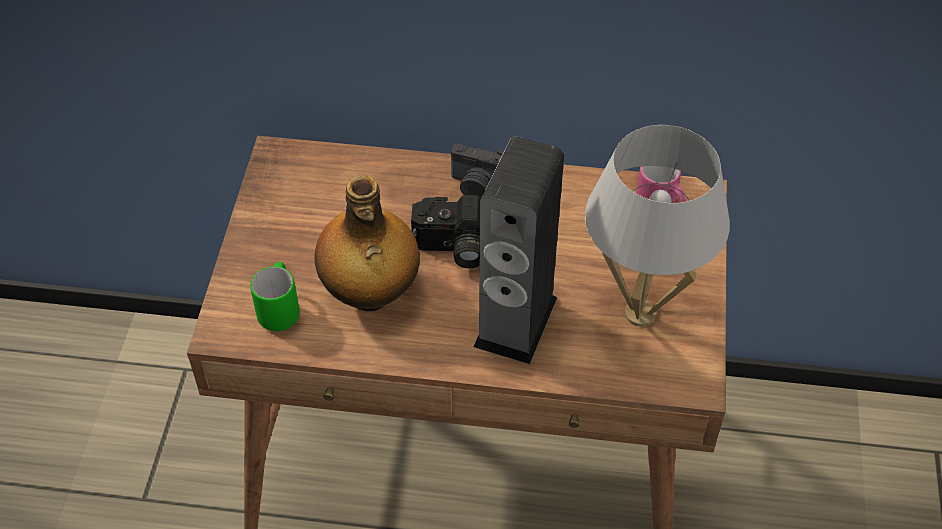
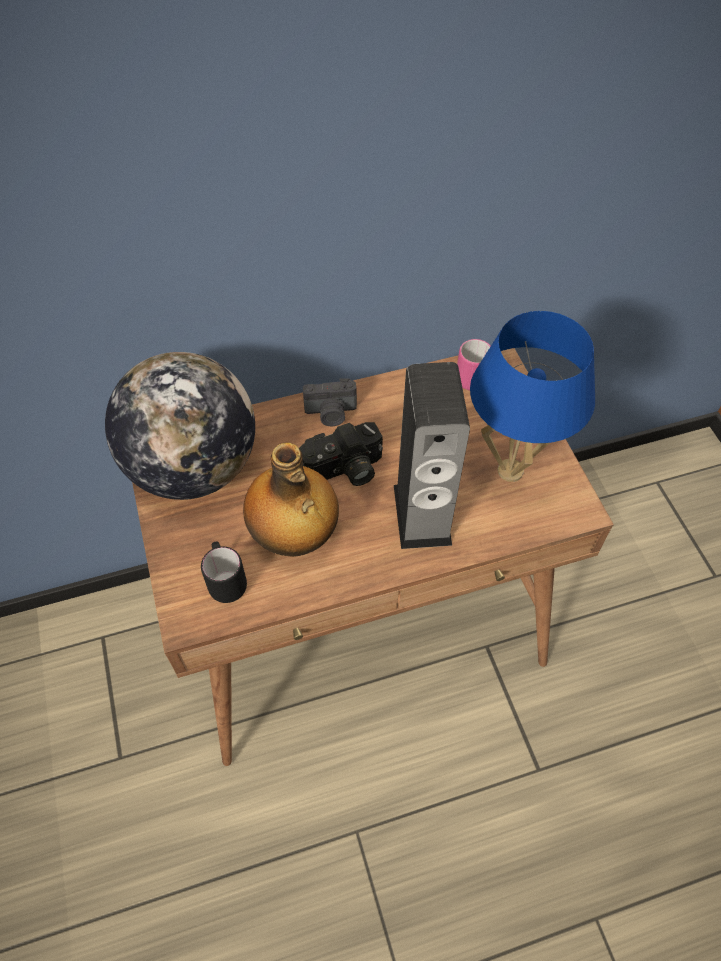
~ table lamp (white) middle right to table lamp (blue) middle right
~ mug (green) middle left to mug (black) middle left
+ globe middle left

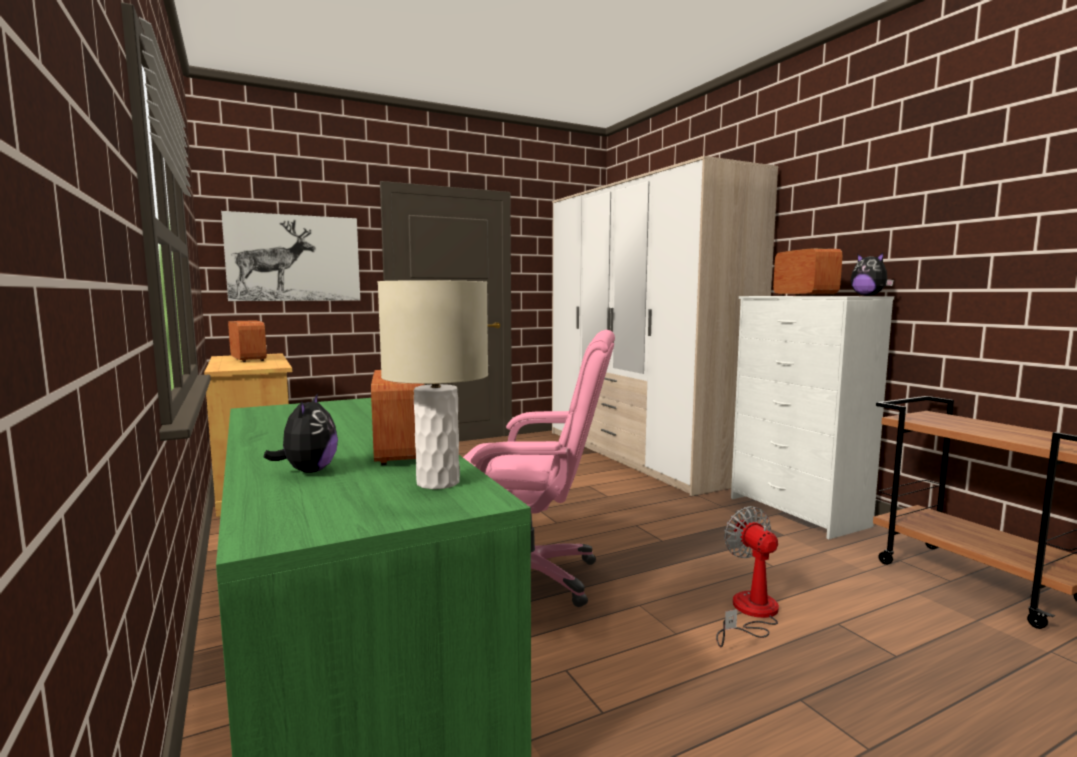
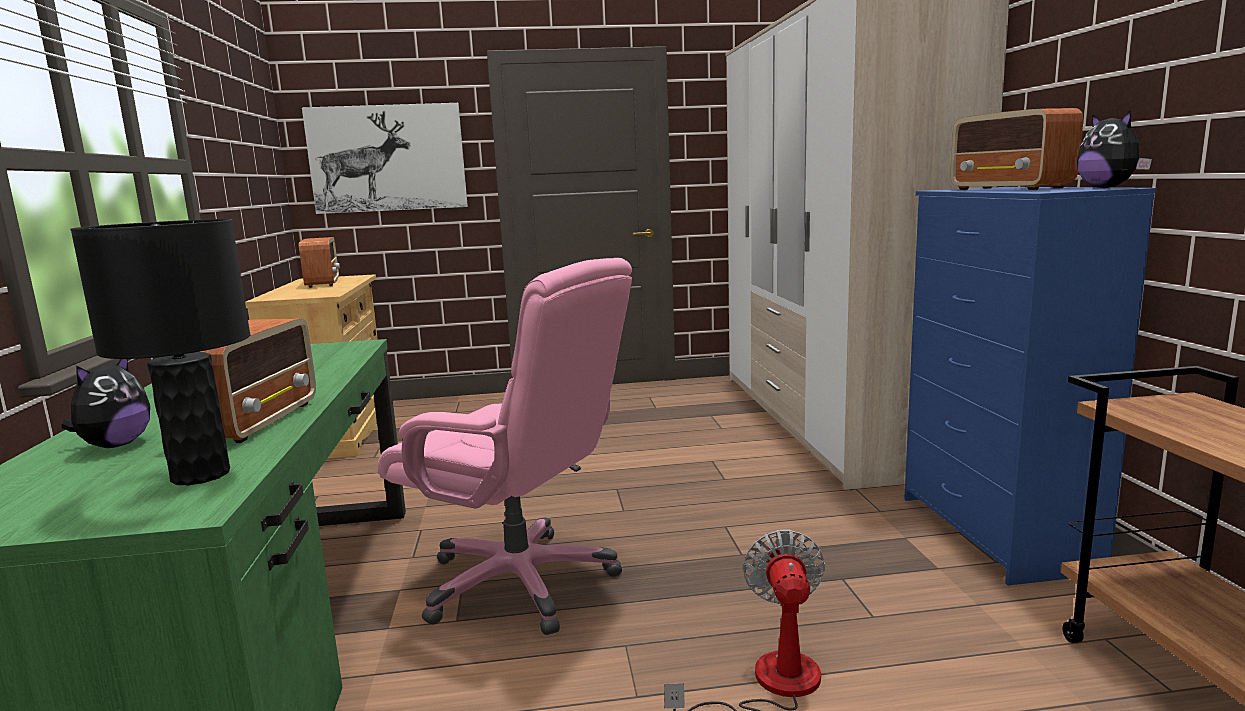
~ radio (3rd from left) middle right = top right 150 degrees clockwise
~ table lamp (beige) centre to table lamp (black) middle left
~ dresser (white) middle right to dresser (blue) middle right

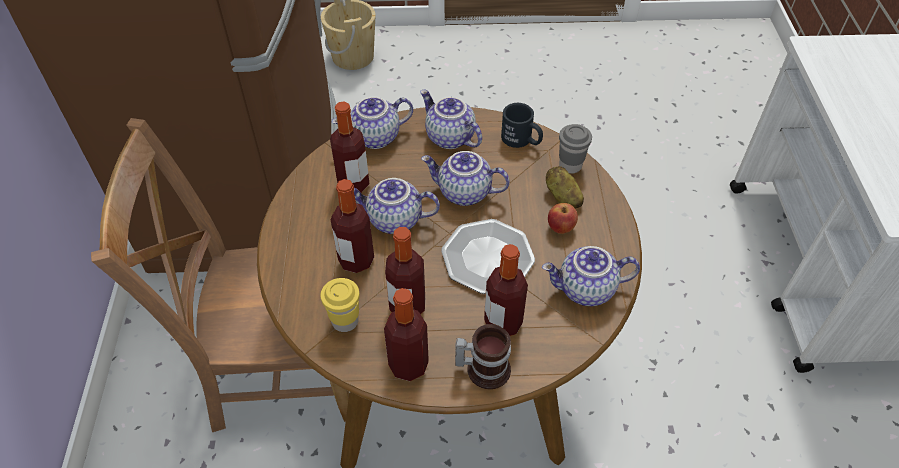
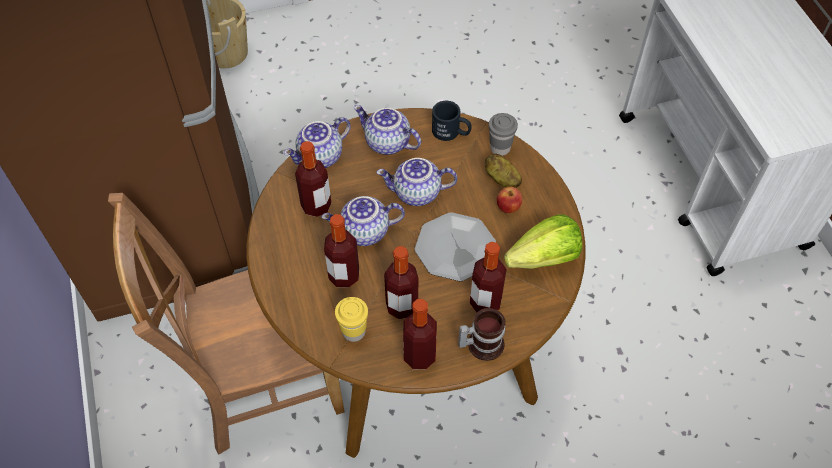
~ teapot (5th from left) centre to lettuce centre

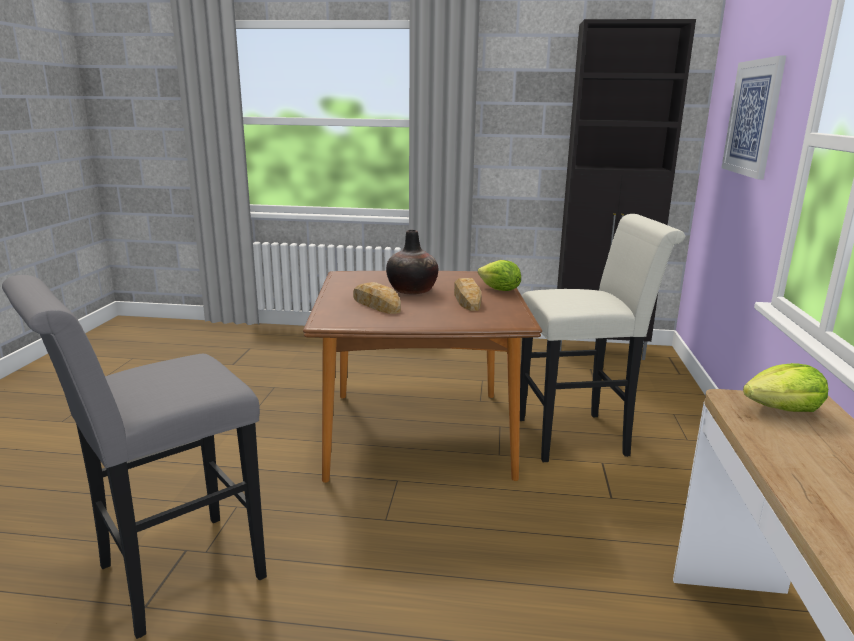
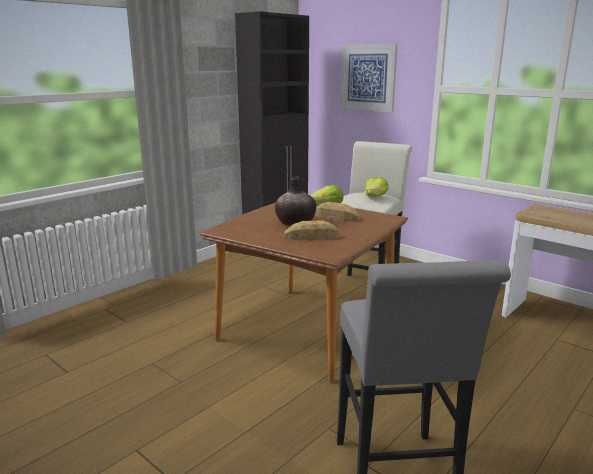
~ lettuce (2nd from left) middle right to centre

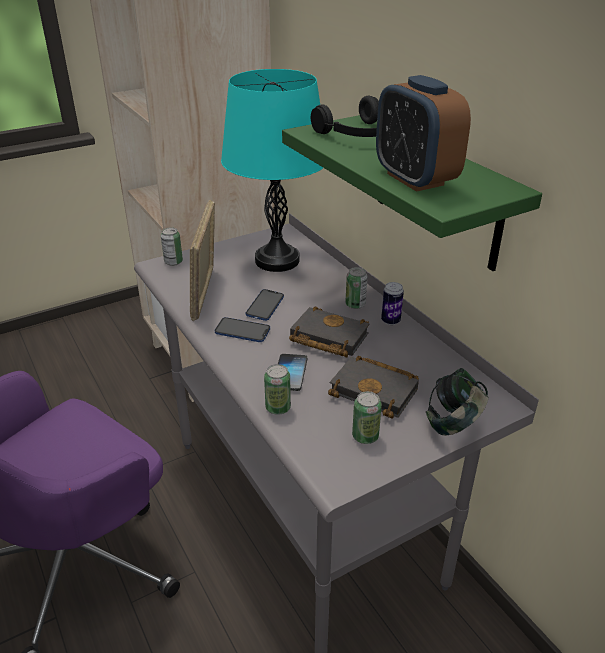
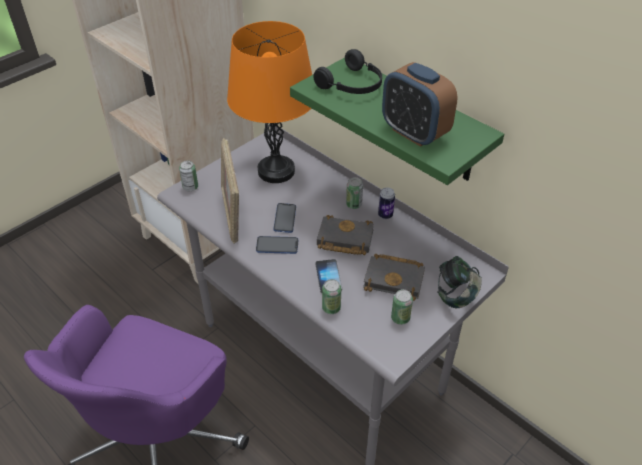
~ table lamp (turquoise) top centre to table lamp (orange) top centre

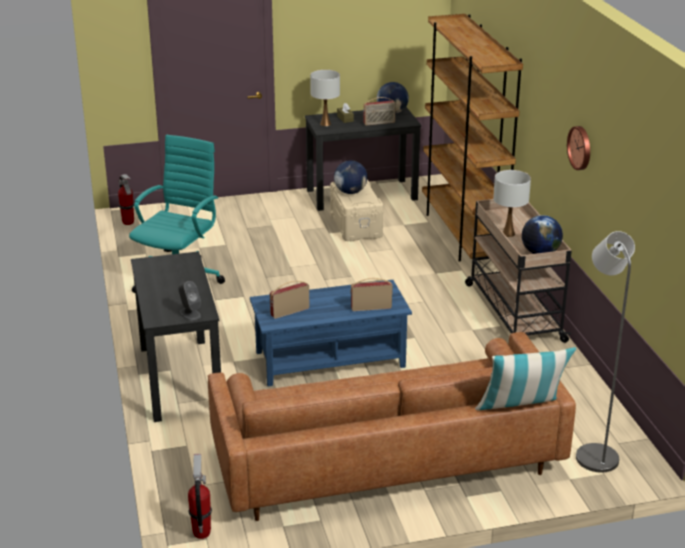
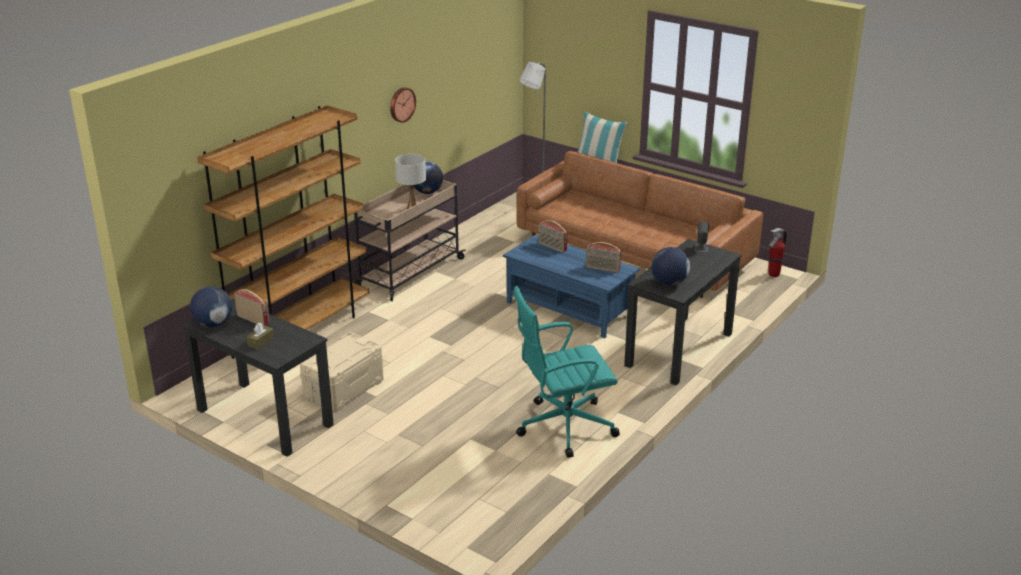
- table lamp (white) (1st from left) top centre
~ globe (1st from left in the first image) top centre to globe (3rd from left) centre
- fire extinguisher (1st from left) middle left

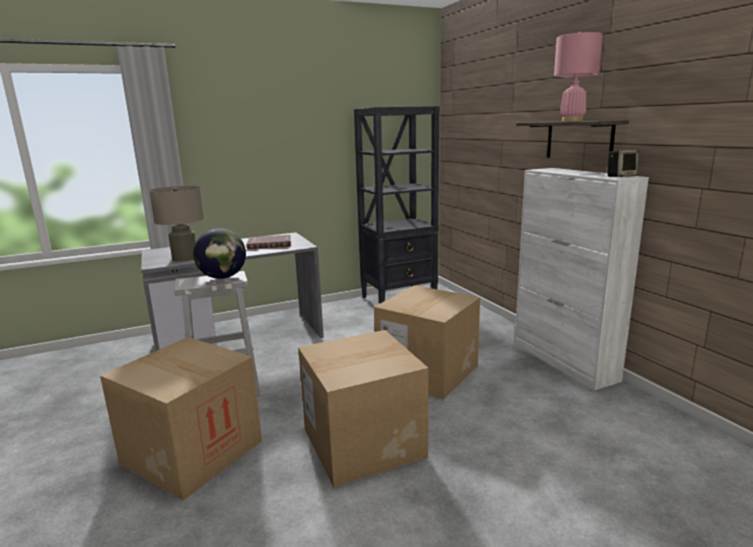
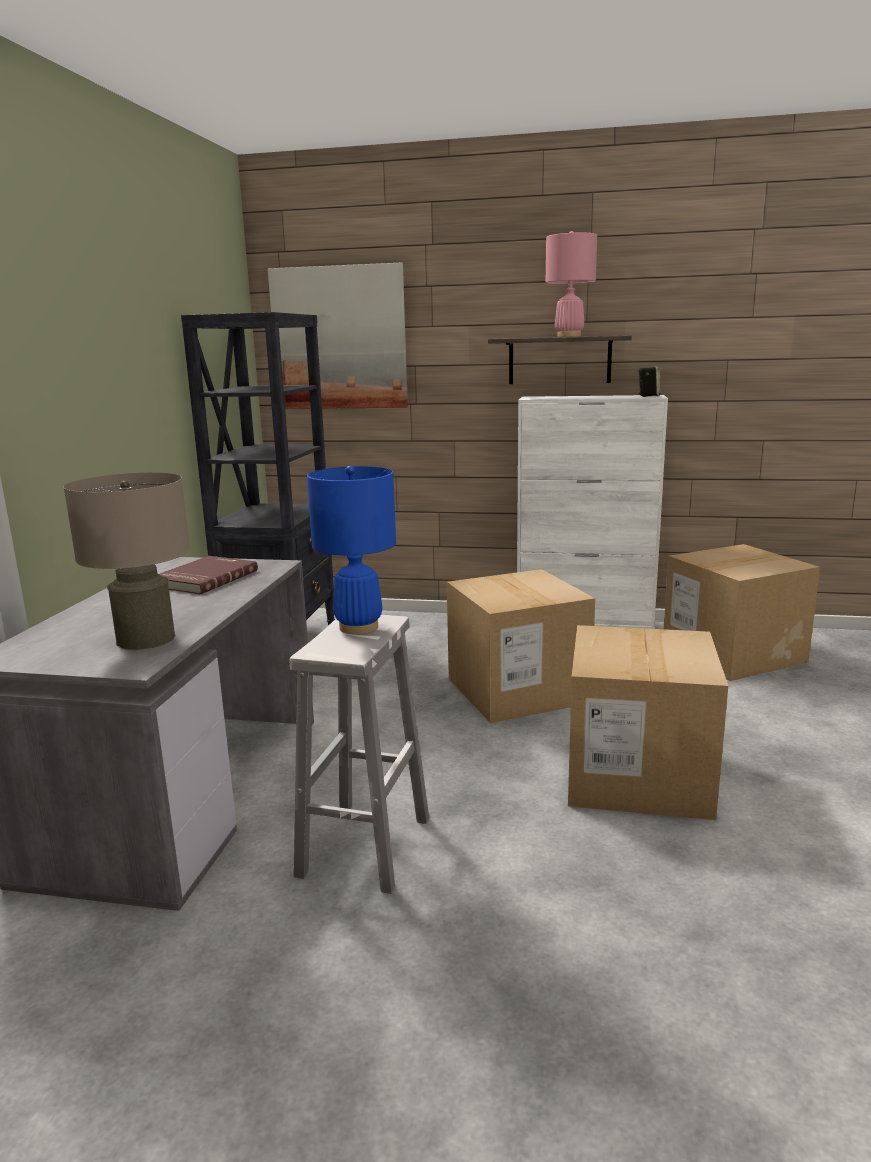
~ globe middle left to table lamp (blue) centre
~ cardboard box (1st from left in the first image) bottom left to cardboard box (3rd from left) middle right
+ picture top centre

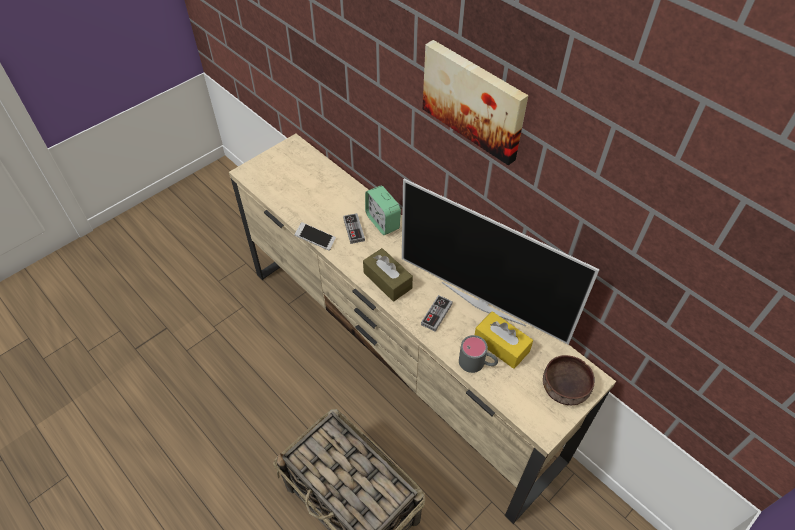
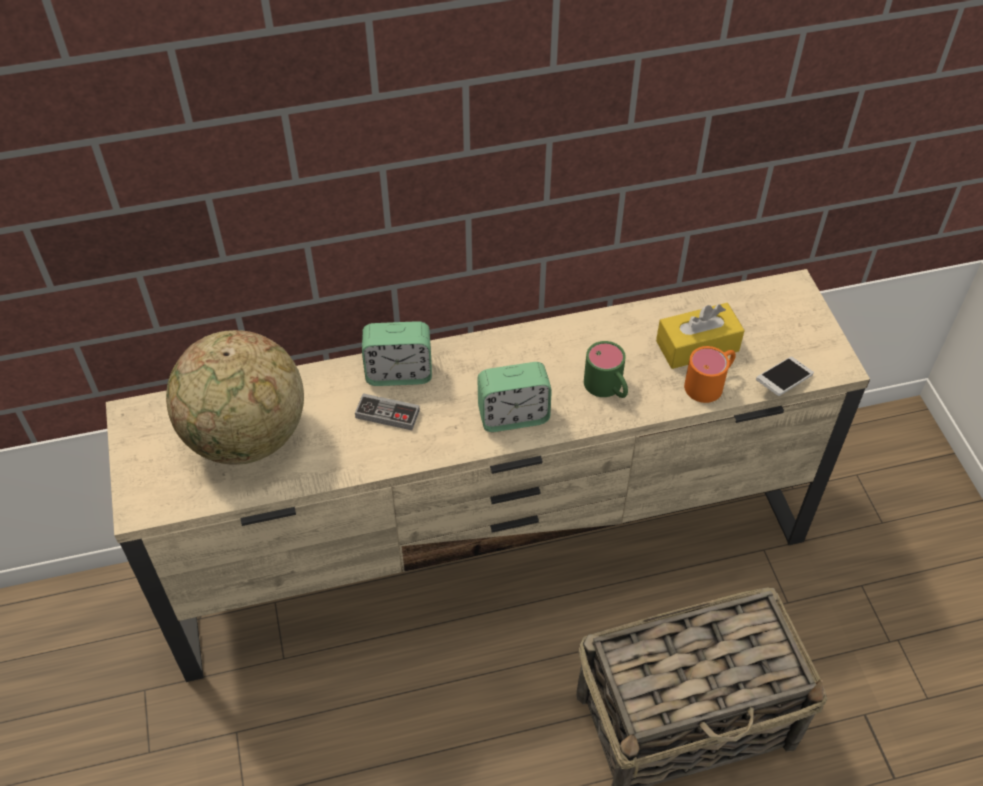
- picture top centre
- television centre
~ phone centre to middle right
~ tissue box (brown) centre to alarm clock (2nd from left) centre
~ game controller (2nd from left) centre to mug (green) centre
~ mug (grey) bottom centre to mug (orange) middle right
- bowl (brown) bottom right
+ globe middle left

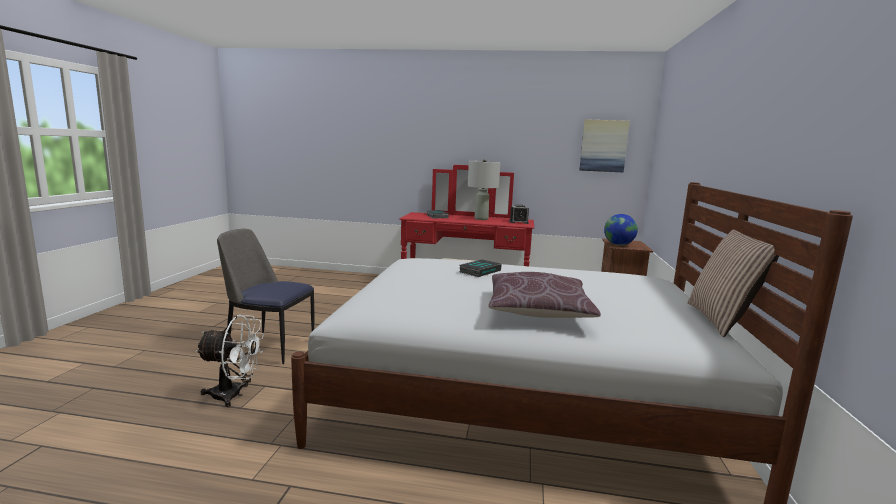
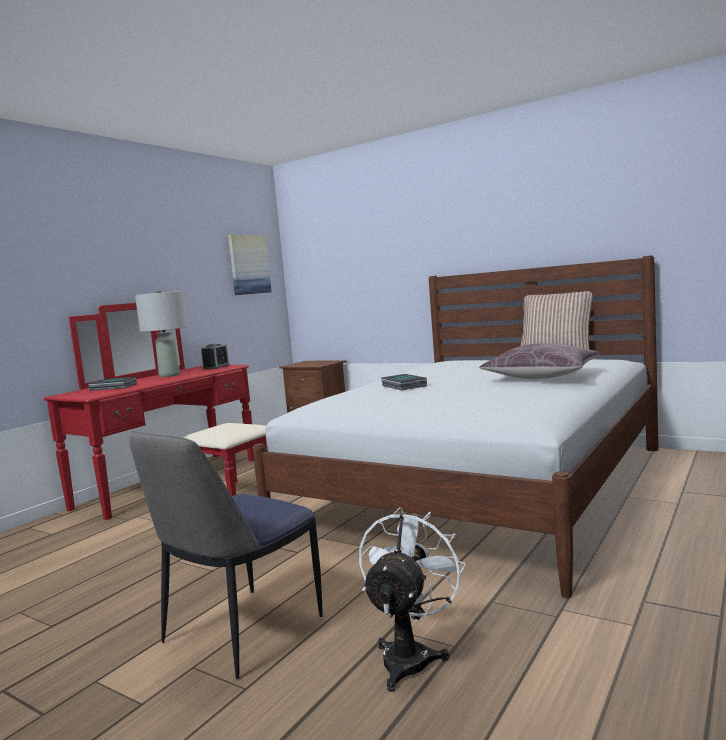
- globe middle right

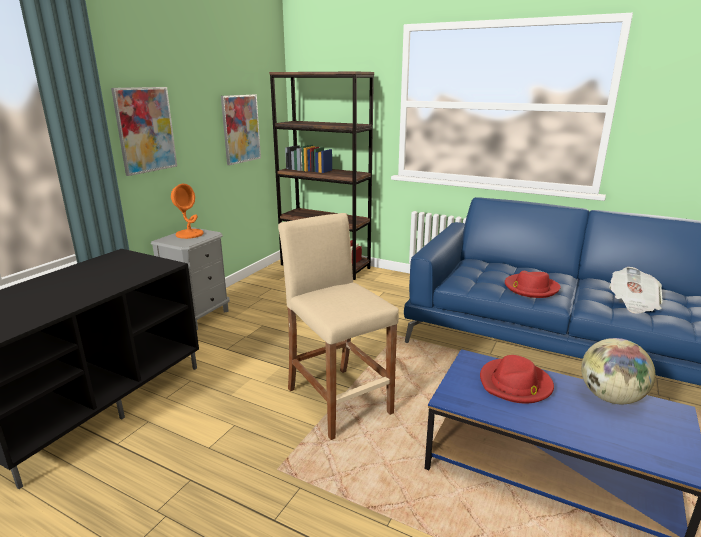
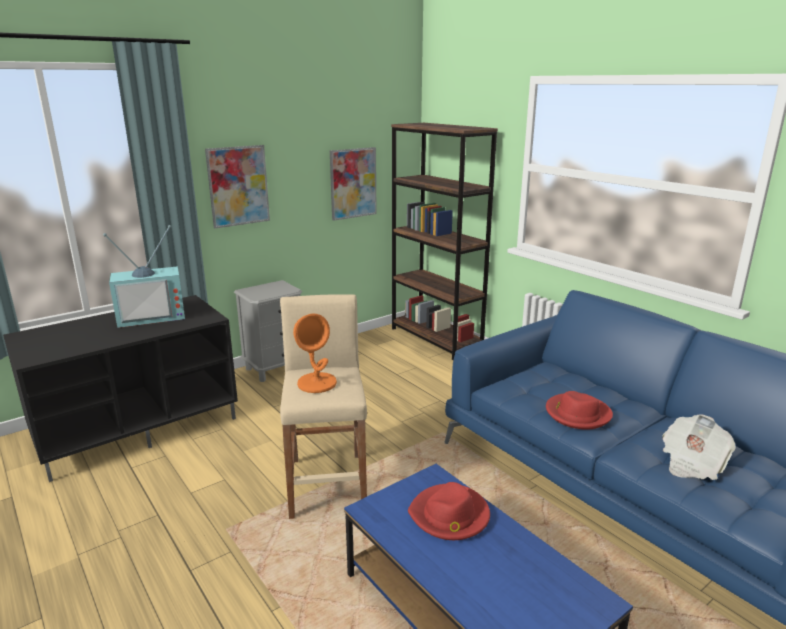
~ table lamp (orange) middle left to centre
- globe bottom right
+ television middle left

